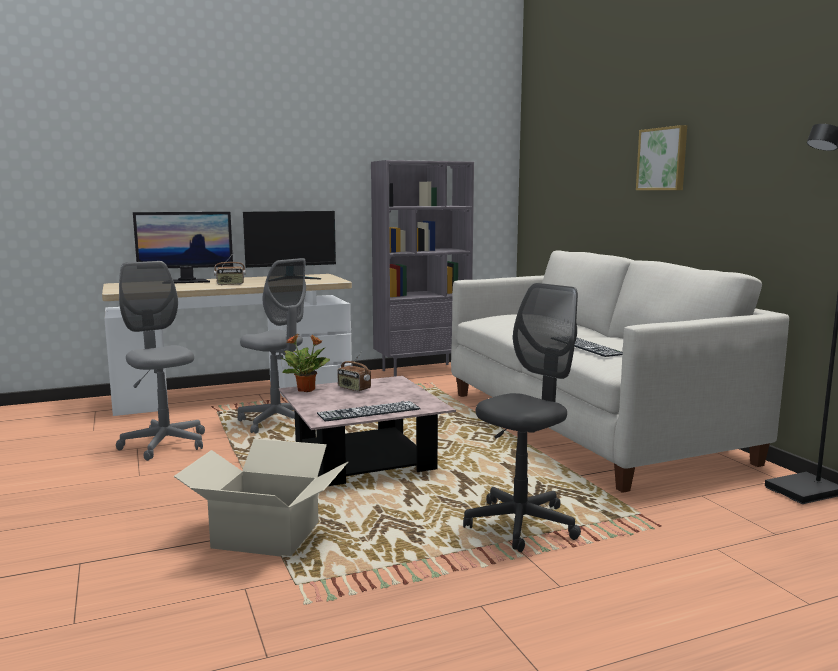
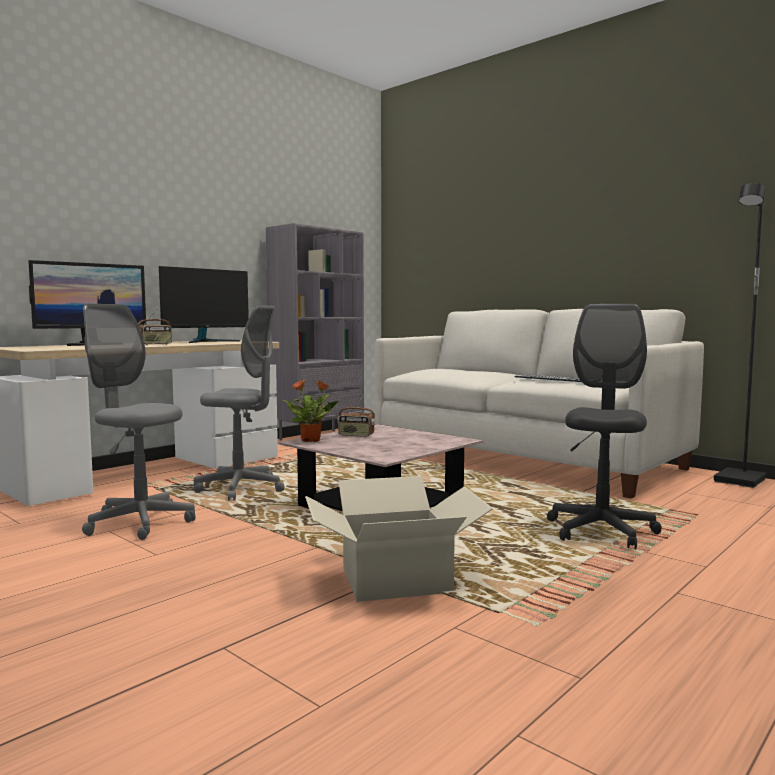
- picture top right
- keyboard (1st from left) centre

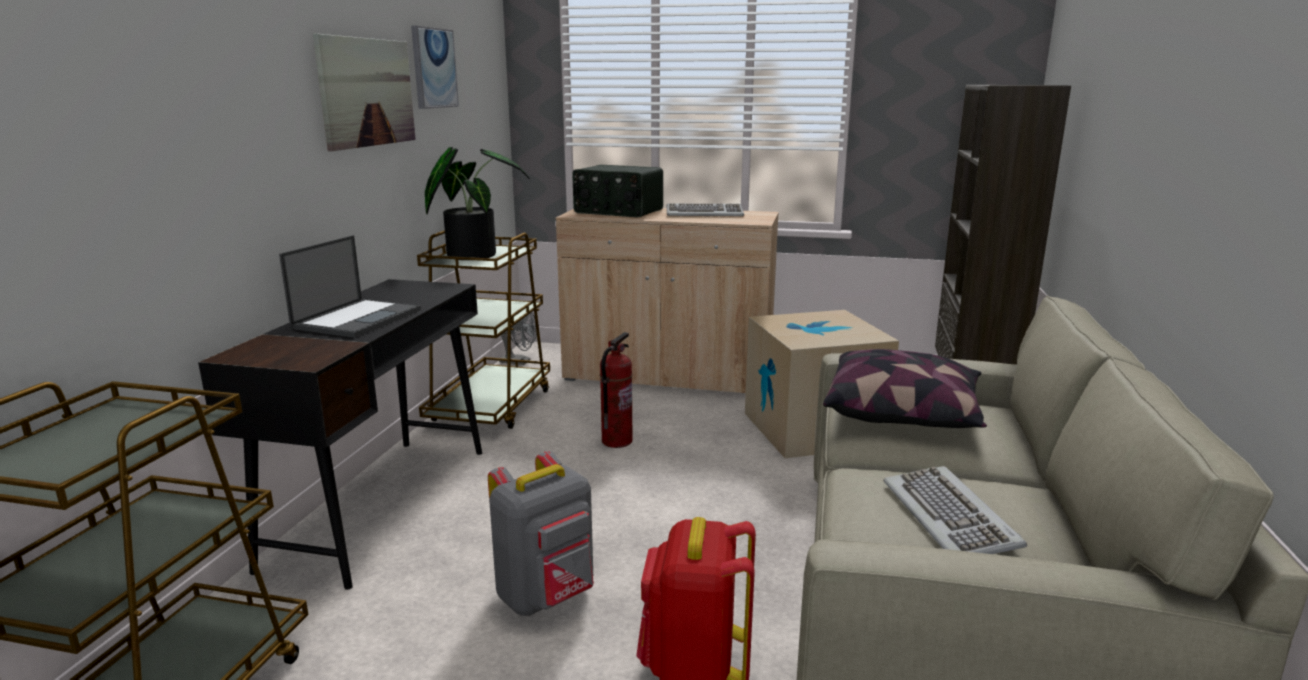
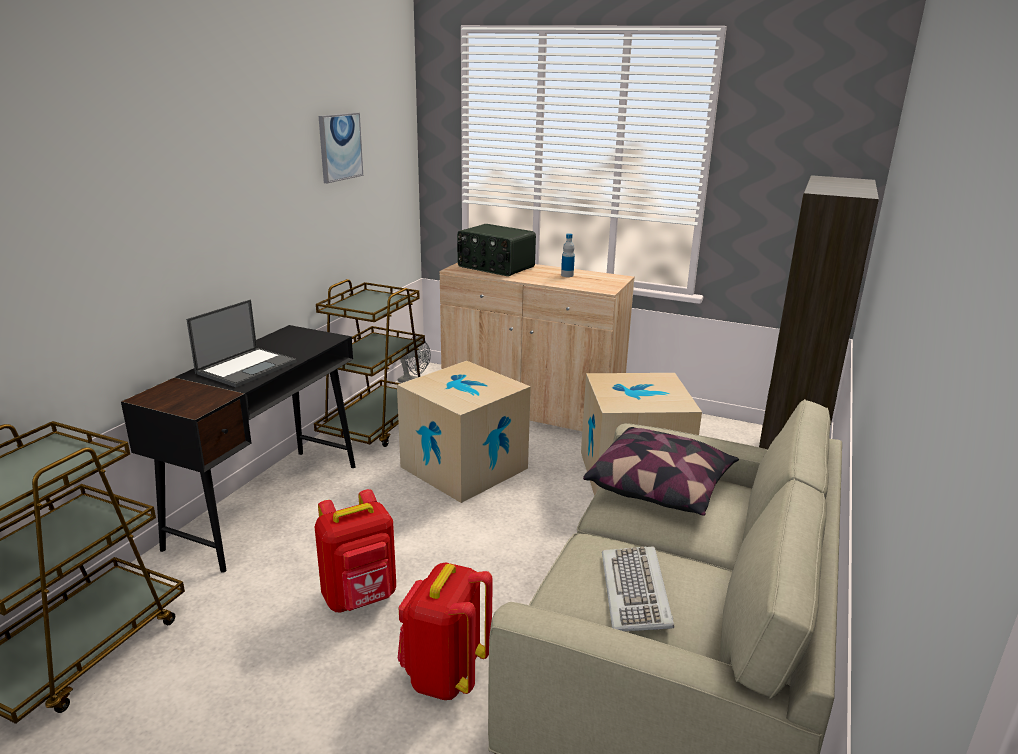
- picture (1st from left) top left
- potted plant top centre
~ keyboard (1st from left) top centre to bottle centre
~ fire extinguisher centre to cardboard box (1st from left) centre
~ backpack (grey) bottom centre to backpack (red) (1st from left) bottom centre

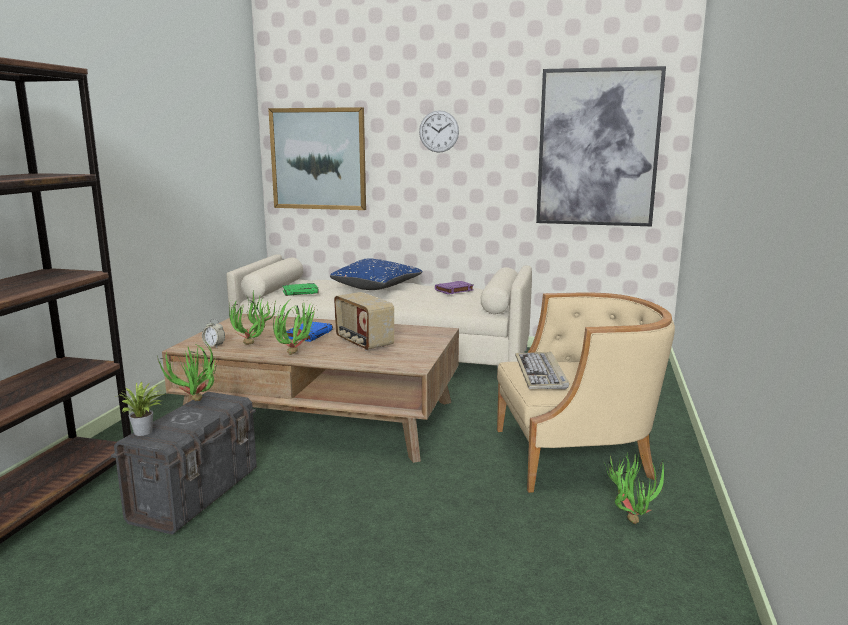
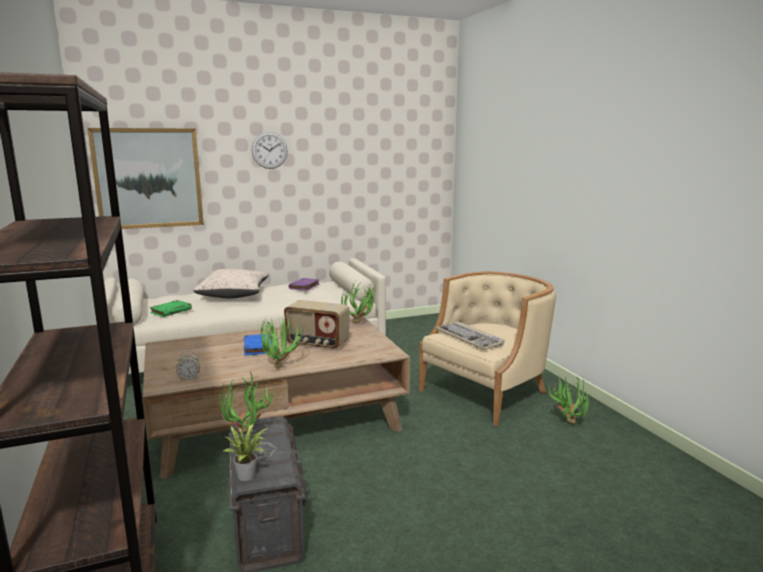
- picture (2nd from left) top right
~ pillow (blue) centre to pillow (beige) middle left
~ potted plant (3rd from left in the first image) middle left to potted plant (4th from left) centre

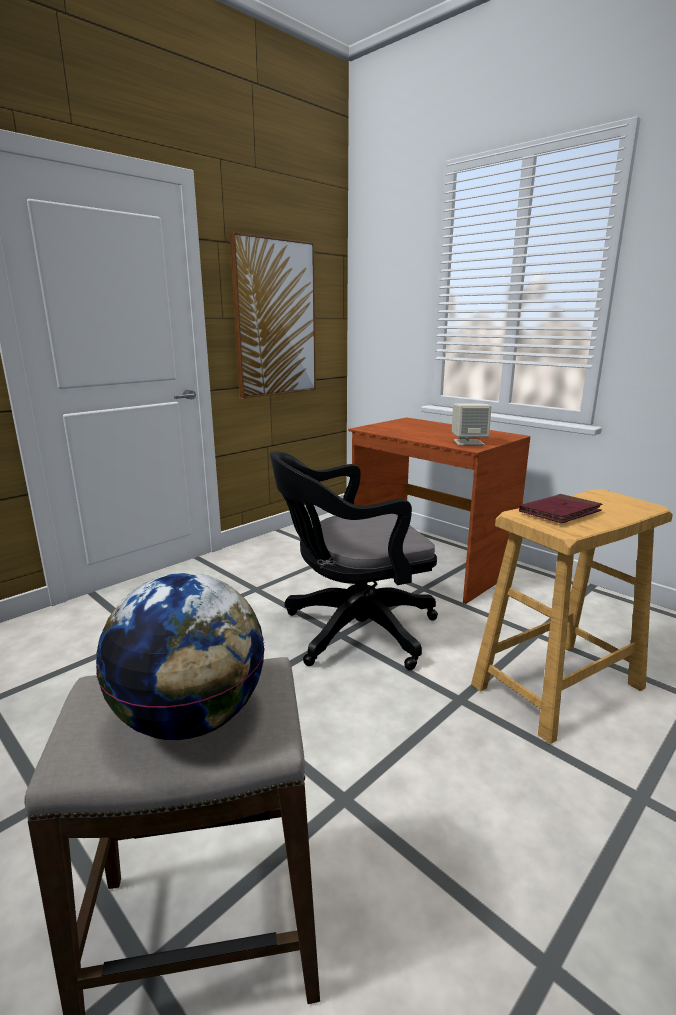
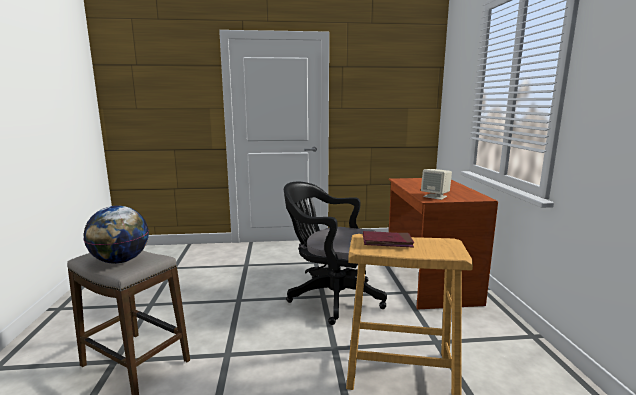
- picture top centre

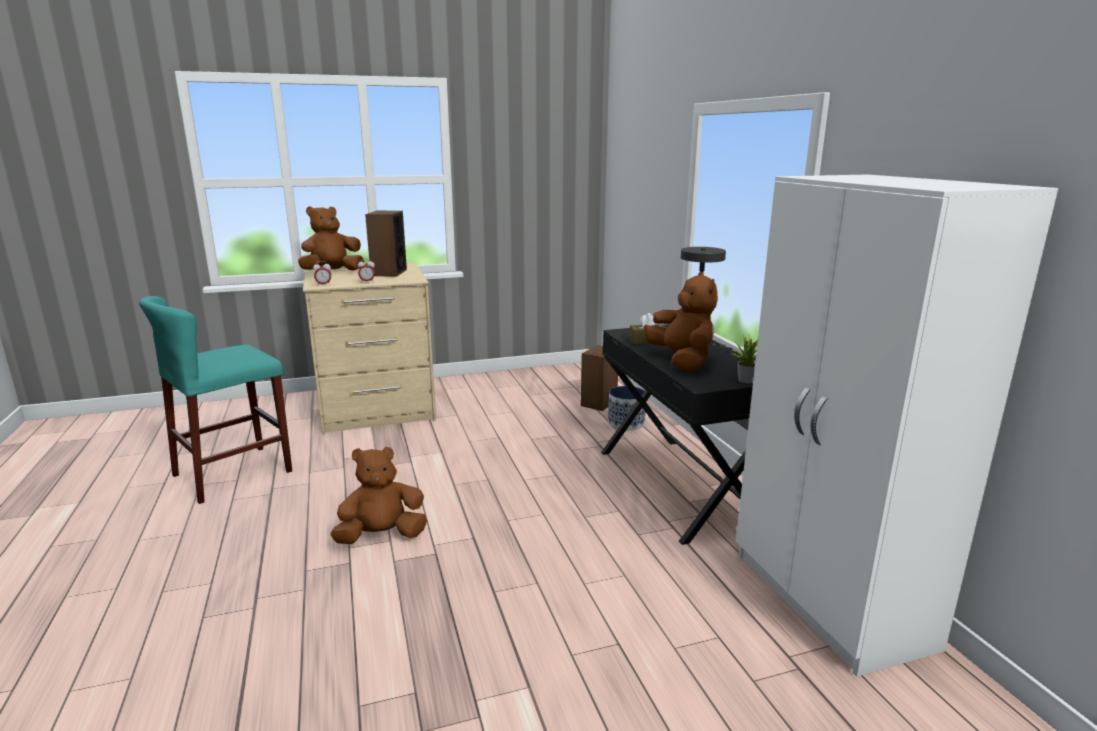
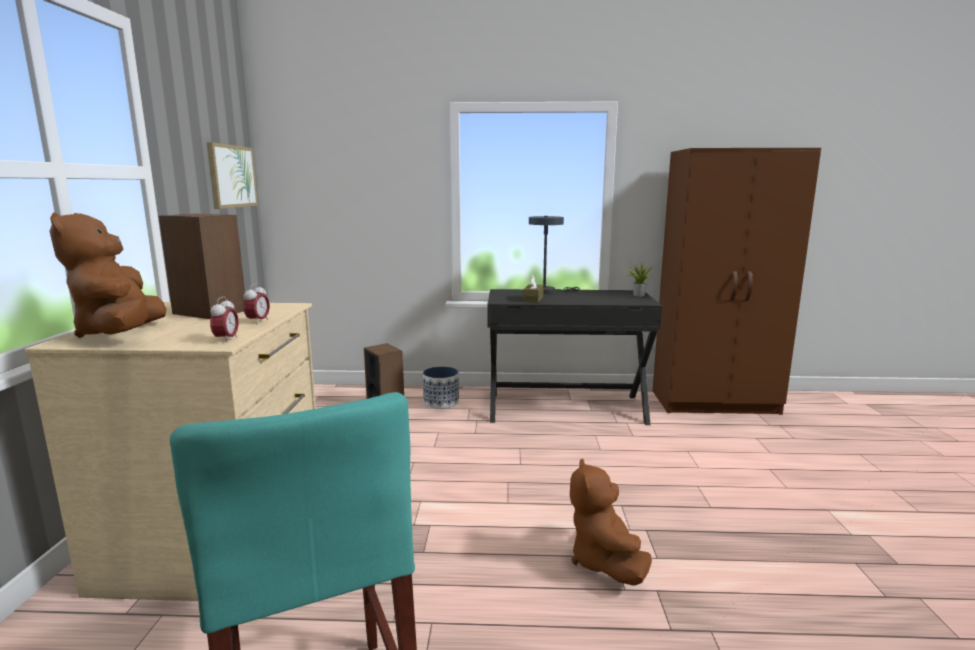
~ wardrobe (white) middle right to wardrobe (brown) middle right
- plush toy (brown) (3rd from left) centre
+ picture top left

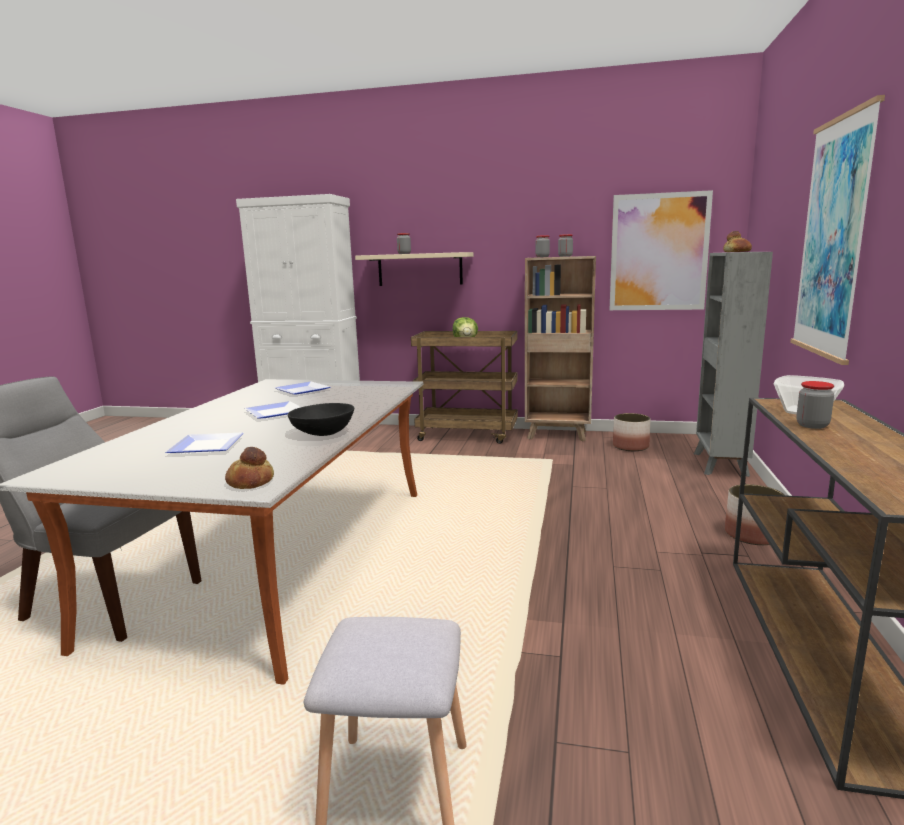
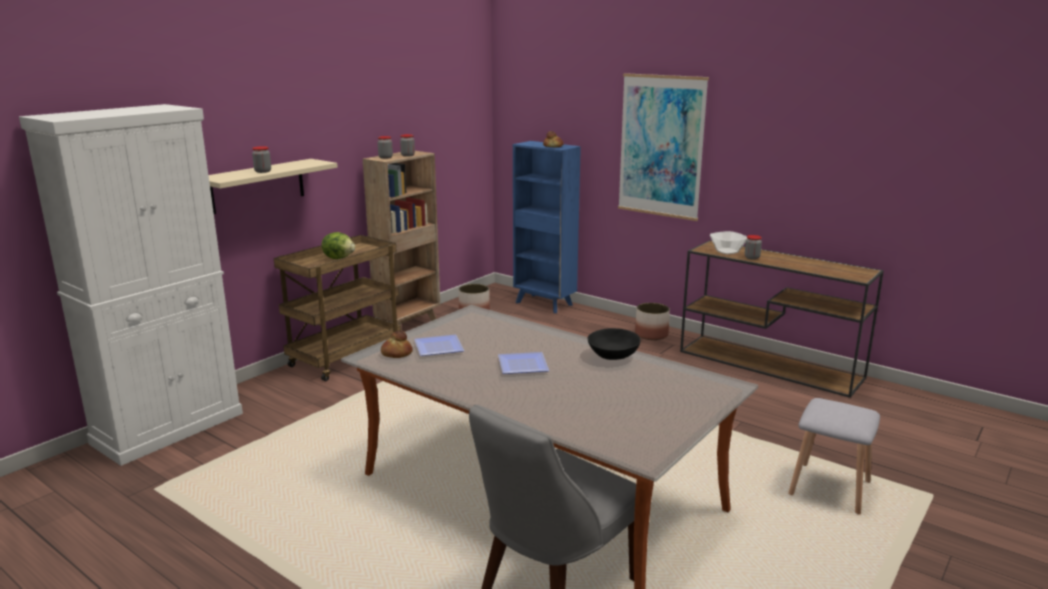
- picture (1st from left) top right
~ bookcase (grey) middle right to bookcase (blue) centre
- plate (1st from left) middle left
~ bread (1st from left) middle left to centre

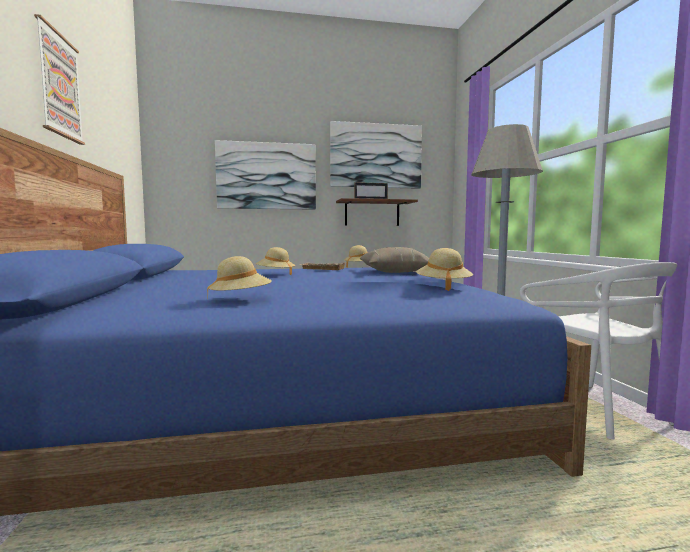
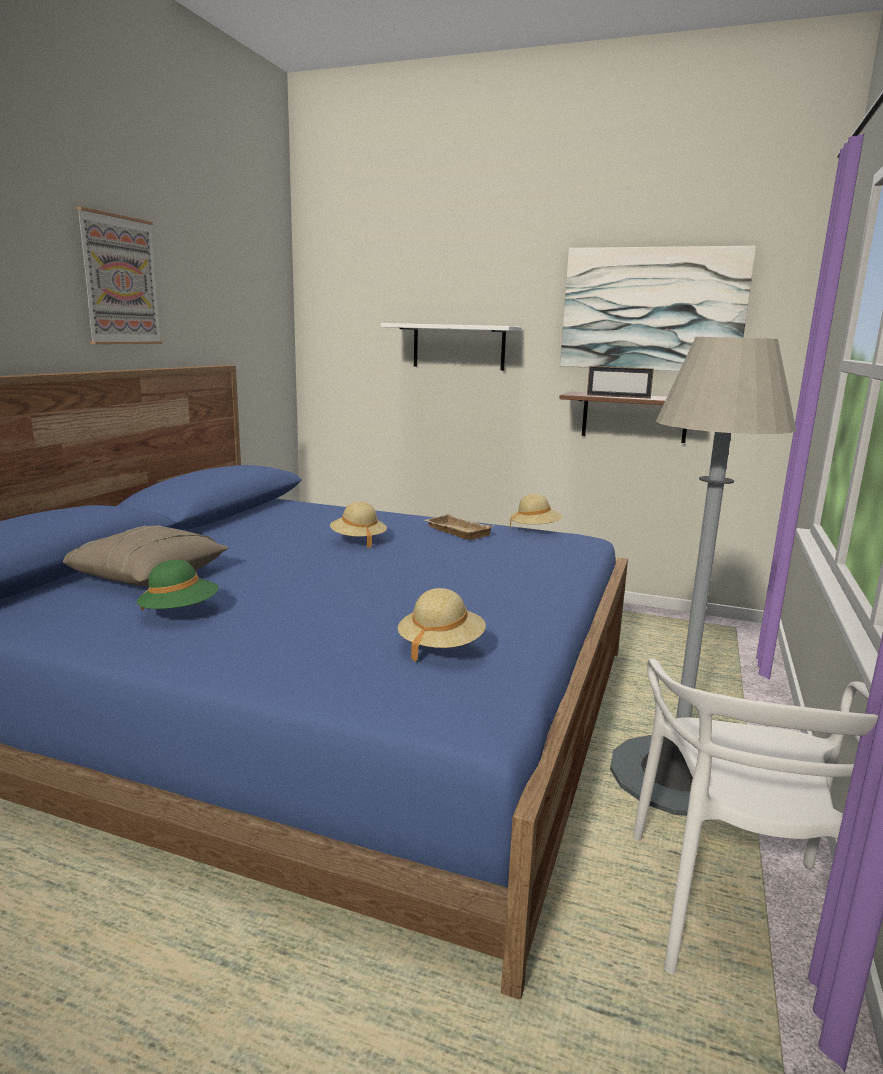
~ picture (2nd from left) top centre to shelf (white) top centre
~ pillow (beige) centre to middle left
~ hat (beige) (1st from left) centre to hat (green) middle left

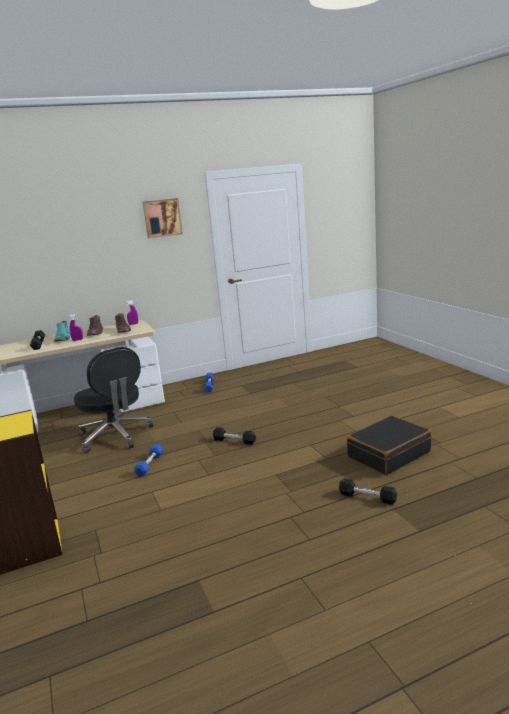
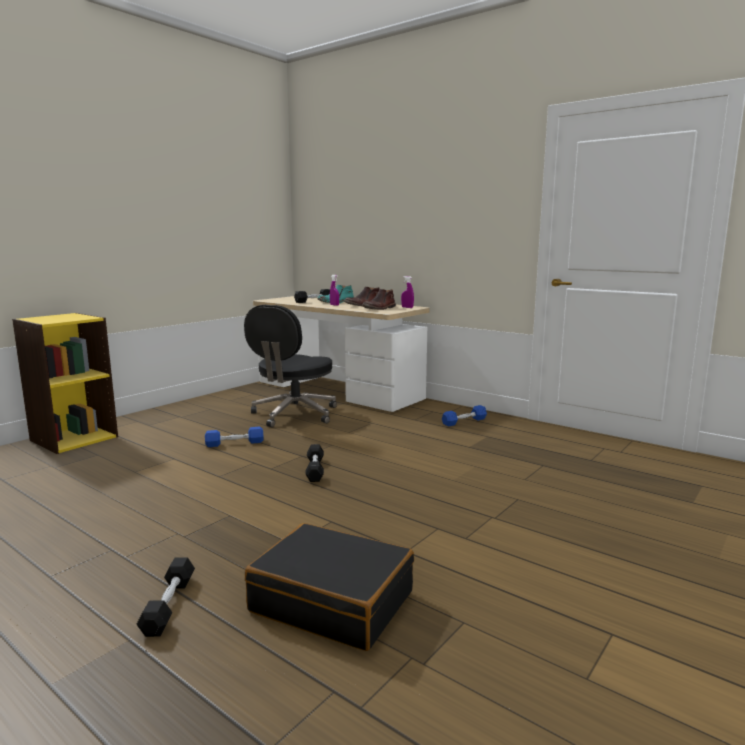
- picture top left

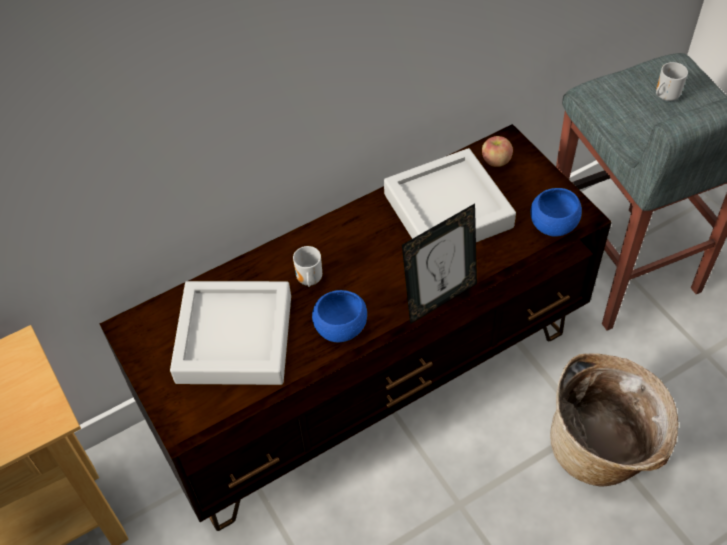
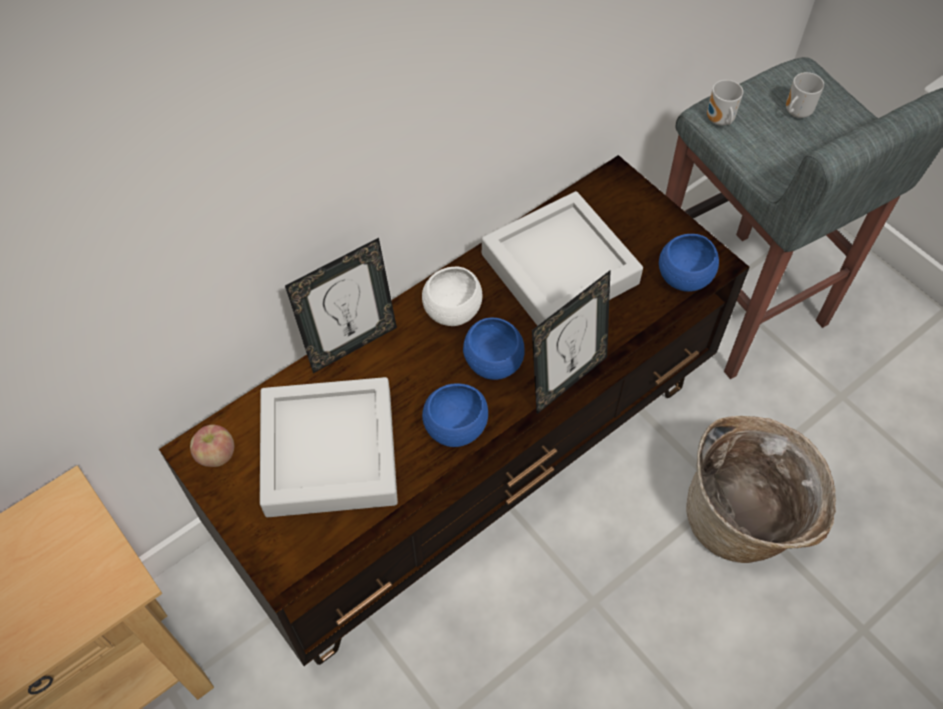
~ apple top right to middle left
~ mug (1st from left) centre to top right
+ picture frame (1st from left) centre
+ bowl (white) centre
+ bowl (blue) (2nd from left) centre

